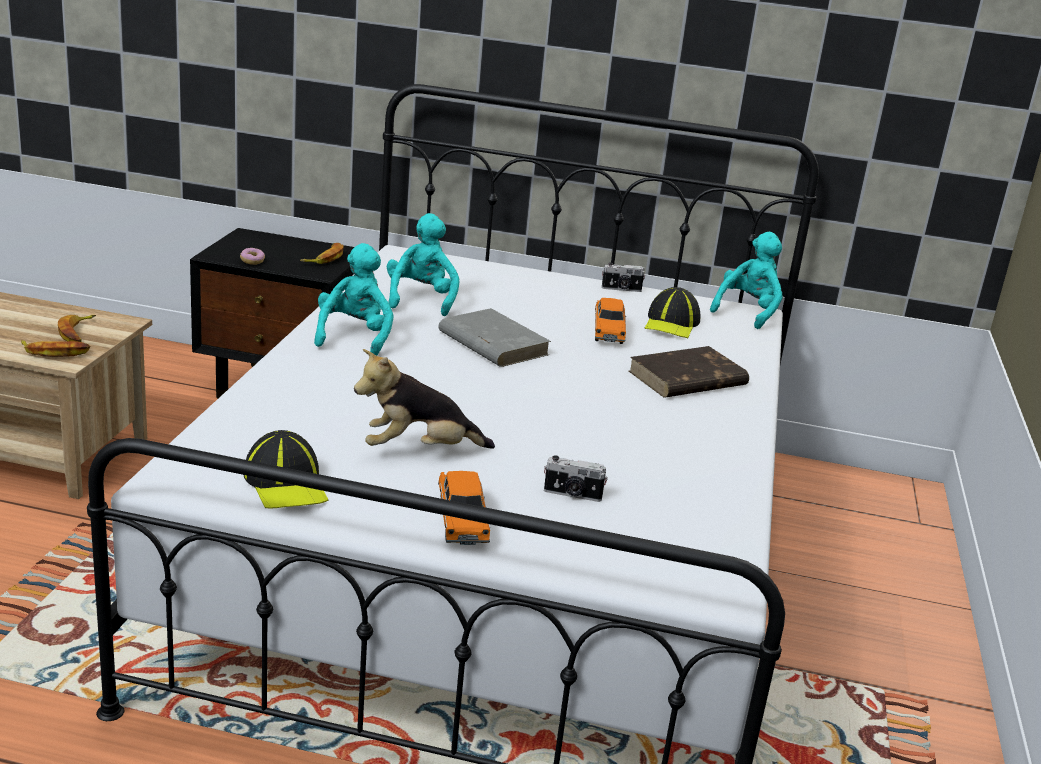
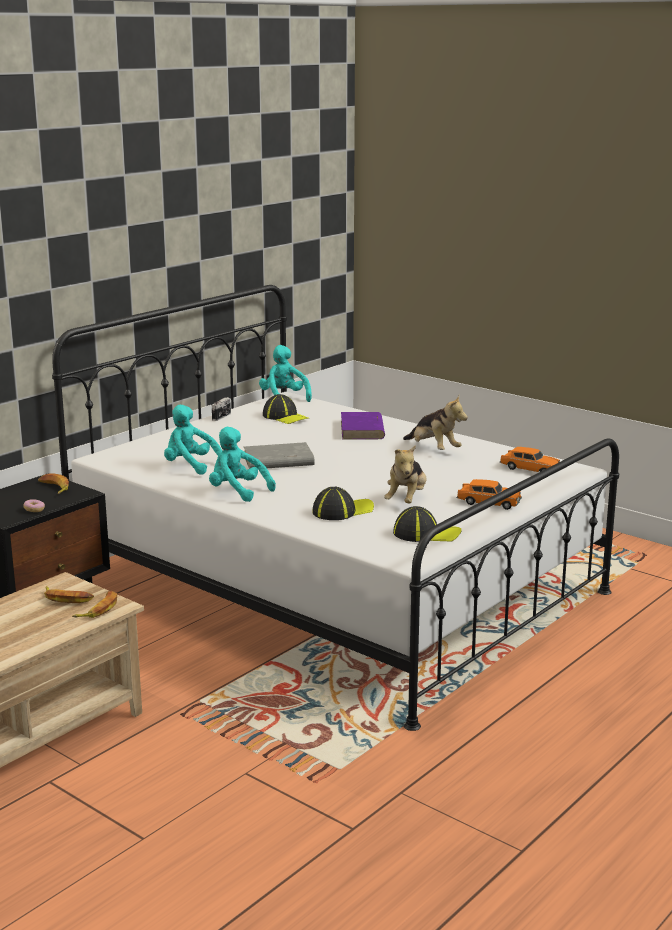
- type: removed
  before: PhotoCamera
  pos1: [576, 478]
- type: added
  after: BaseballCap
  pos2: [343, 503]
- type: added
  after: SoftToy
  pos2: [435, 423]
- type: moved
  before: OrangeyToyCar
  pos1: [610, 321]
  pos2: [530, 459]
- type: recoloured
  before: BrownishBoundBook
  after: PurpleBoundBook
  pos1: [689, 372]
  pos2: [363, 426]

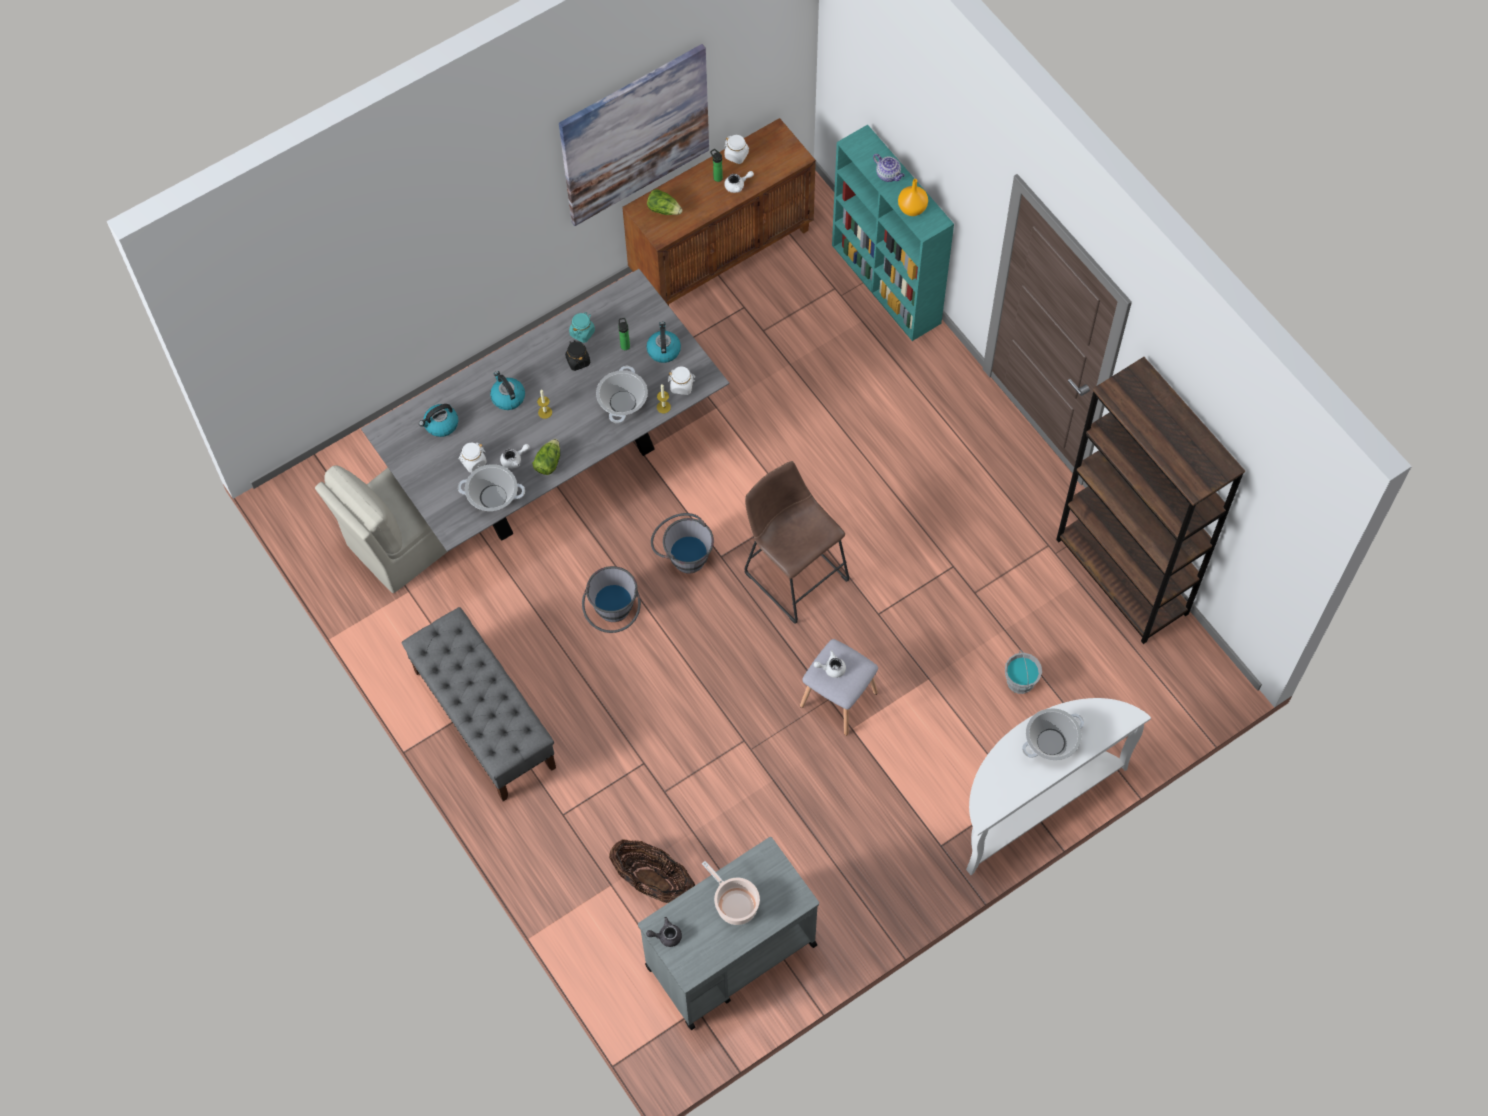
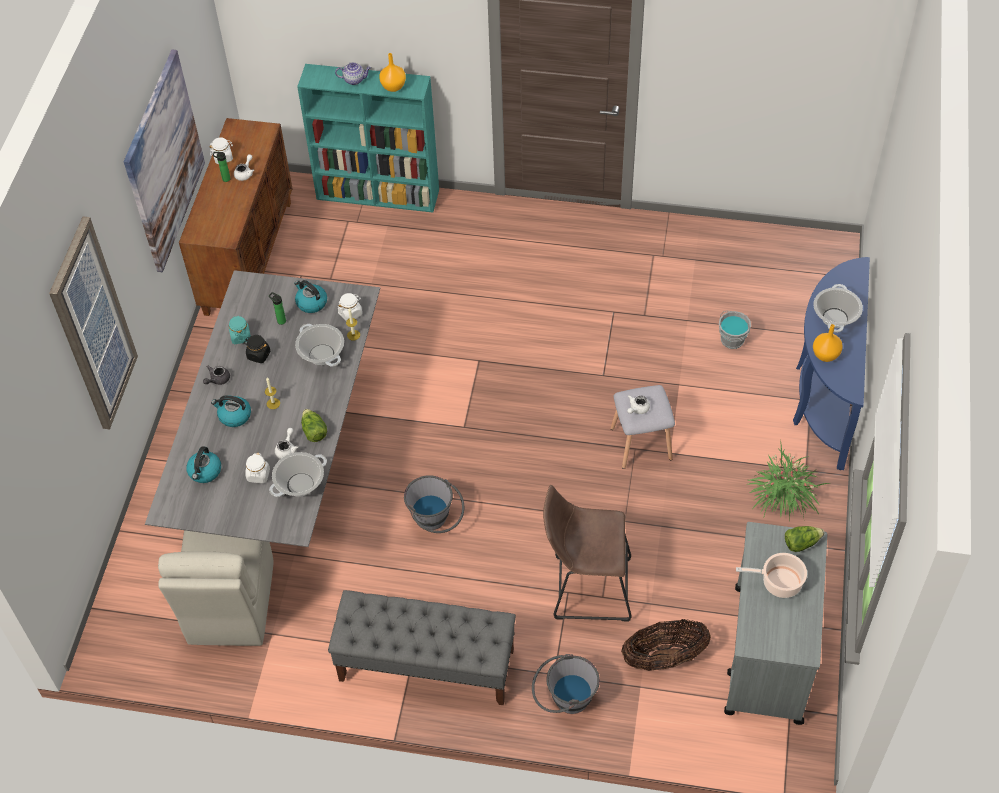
- type: removed
  before: BrownishShelvingUnit
  pos1: [1150, 500]
- type: added
  after: WallArt
  pos2: [93, 322]
- type: added
  after: PlantInAPot
  pos2: [788, 481]
- type: added
  after: OrangeyVase
  pos2: [828, 343]
- type: moved
  before: GreyishPotForTea
  pos1: [664, 932]
  pos2: [216, 375]
- type: moved
  before: Lettuce
  pos1: [664, 202]
  pos2: [804, 539]
- type: moved
  before: GreyishWaterBucket
  pos1: [682, 543]
  pos2: [566, 684]
- type: moved
  before: BrownishStoolSeat
  pos1: [797, 542]
  pos2: [587, 553]
- type: recoloured
  before: WhitishHallTable
  after: BlueColouredHallTable
  pos1: [1058, 786]
  pos2: [831, 363]

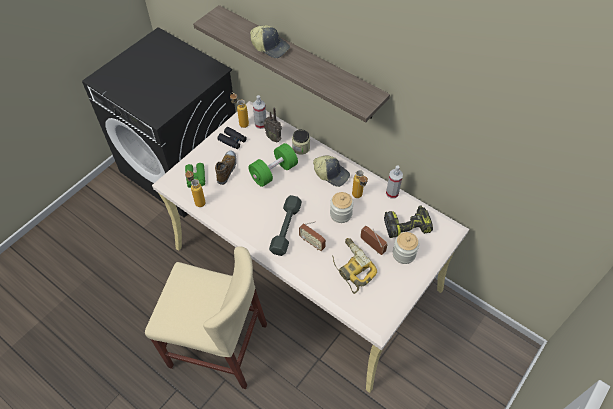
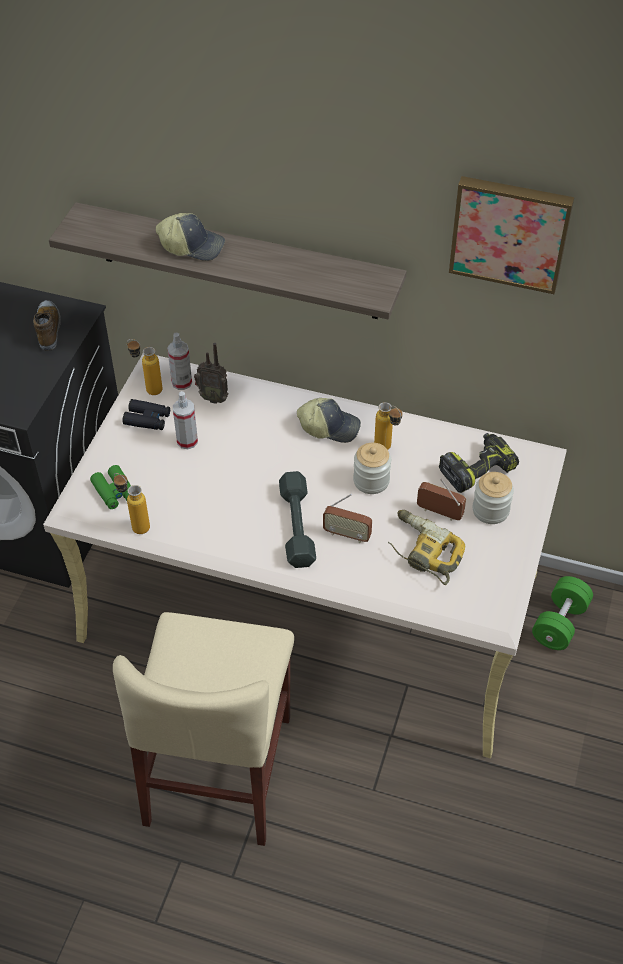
- type: removed
  before: Jar
  pos1: [301, 141]
- type: added
  after: WallArt
  pos2: [511, 235]
- type: moved
  before: Shoe
  pos1: [226, 168]
  pos2: [47, 325]
- type: moved
  before: GreenColouredDumbbell
  pos1: [273, 165]
  pos2: [562, 613]
- type: moved
  before: HandSprayer
  pos1: [394, 182]
  pos2: [185, 420]
- type: turned
  before: SandColouredPlainChair
  pos1: [206, 317]
  pos2: [203, 729]
  turn: 105

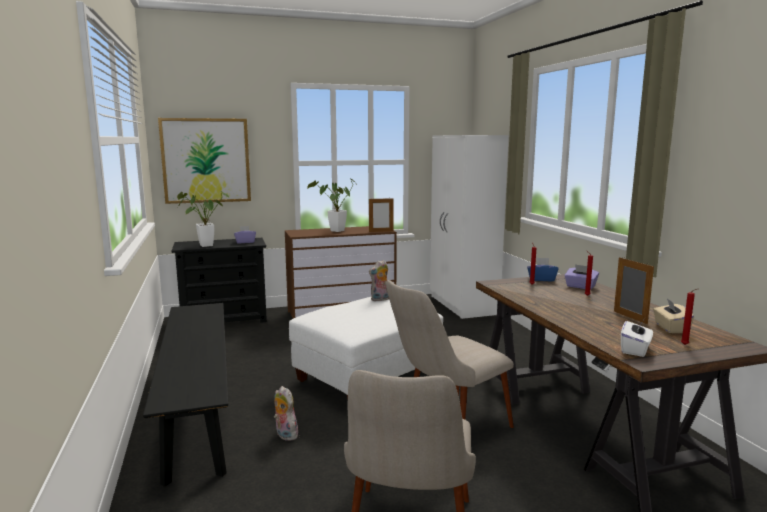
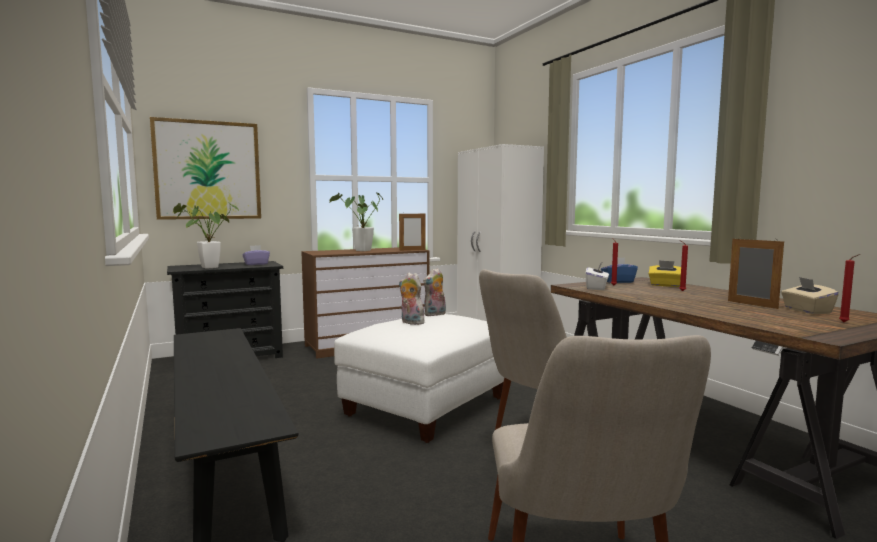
- type: moved
  before: SoftToy
  pos1: [286, 413]
  pos2: [411, 299]
- type: moved
  before: WhitishBoxOfTissues
  pos1: [637, 337]
  pos2: [597, 276]
- type: recoloured
  before: PurpleBoxOfTissues
  after: YellowBoxOfTissues
  pos1: [581, 277]
  pos2: [664, 273]

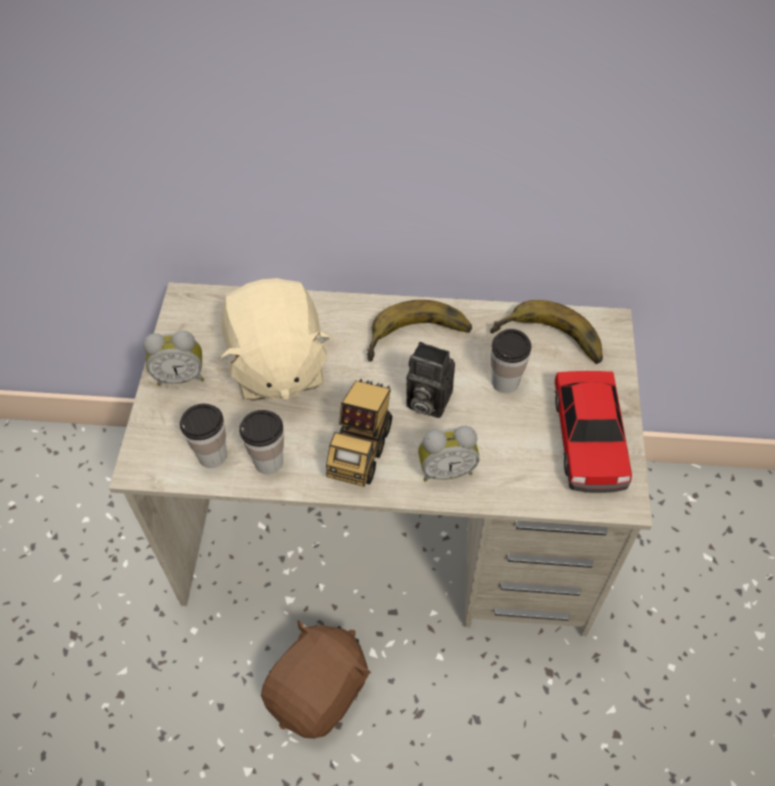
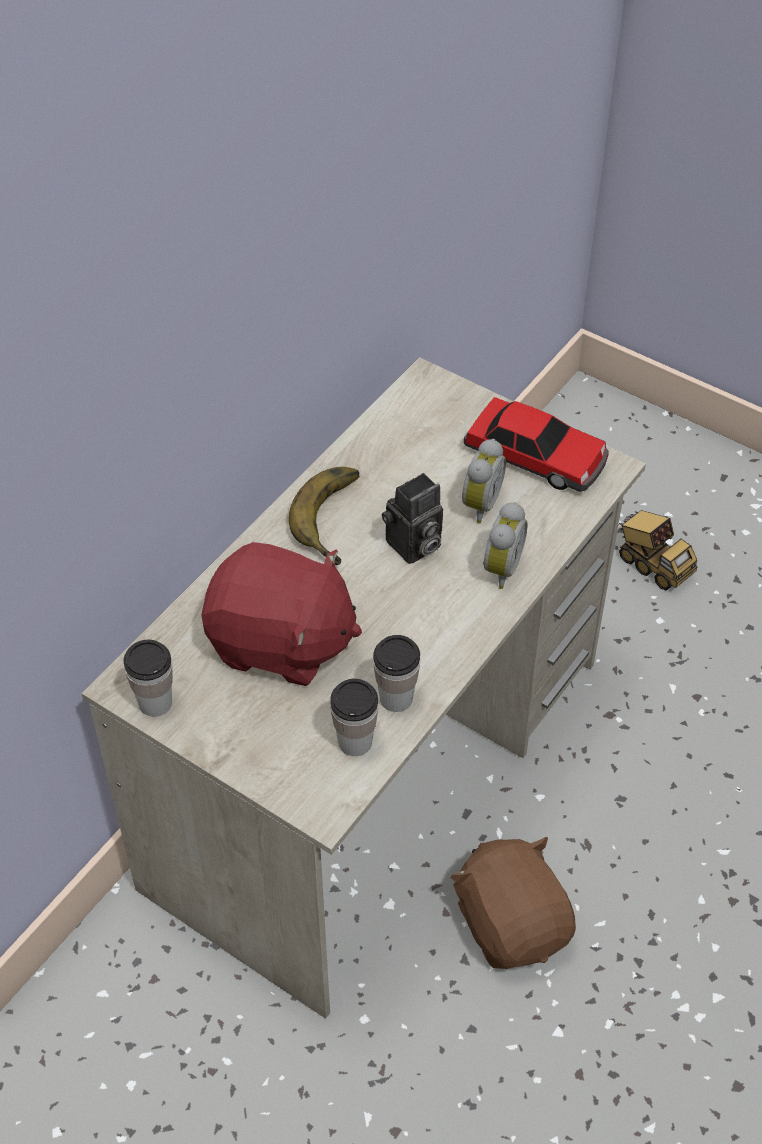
- type: removed
  before: WholeBanana
  pos1: [546, 332]
- type: moved
  before: TableClock
  pos1: [173, 358]
  pos2: [484, 481]
- type: moved
  before: ToyLorry
  pos1: [359, 433]
  pos2: [658, 550]
- type: moved
  before: SmallCup
  pos1: [511, 361]
  pos2: [148, 678]
- type: recoloured
  before: SandColouredSoftToy
  after: RedColouredSoftToy
  pos1: [275, 339]
  pos2: [281, 614]

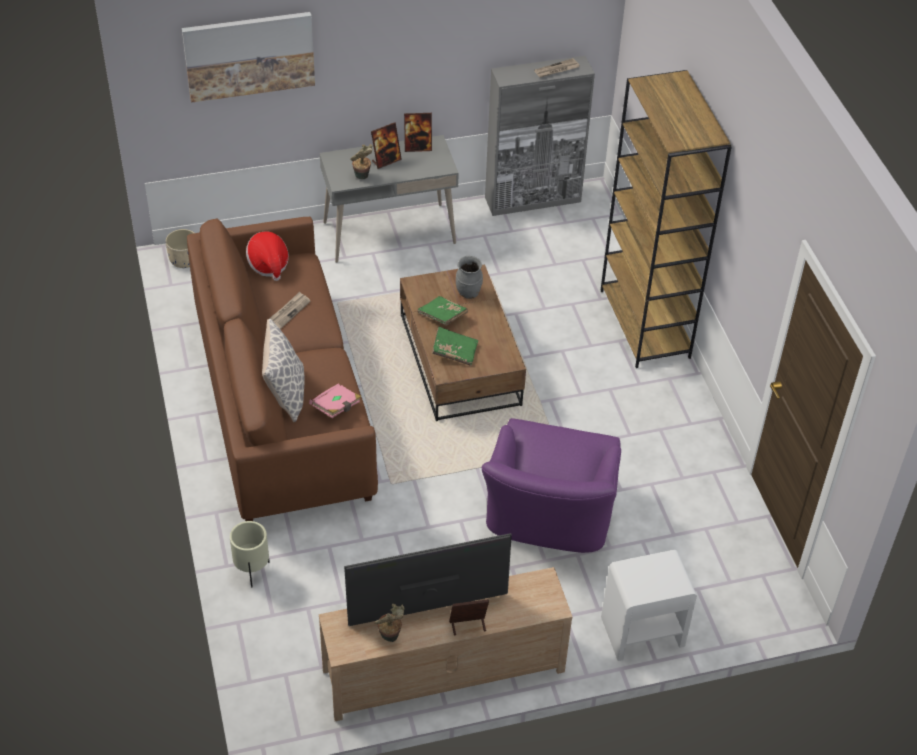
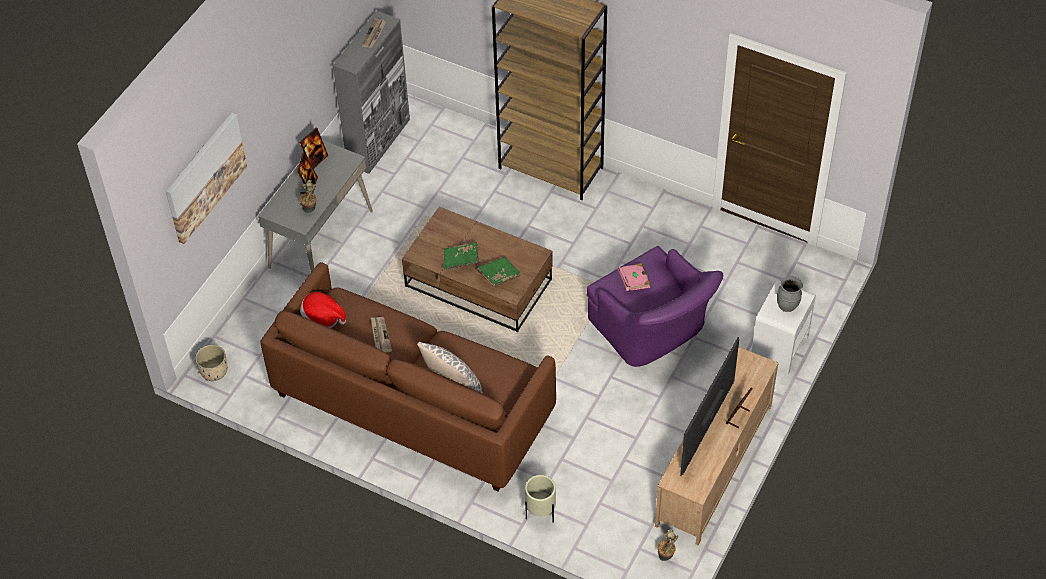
- type: moved
  before: PinkColouredBoundBook
  pos1: [335, 401]
  pos2: [634, 277]
- type: moved
  before: PlantInAPot
  pos1: [389, 623]
  pos2: [667, 545]
- type: moved
  before: GreyishVase
  pos1: [469, 277]
  pos2: [790, 294]

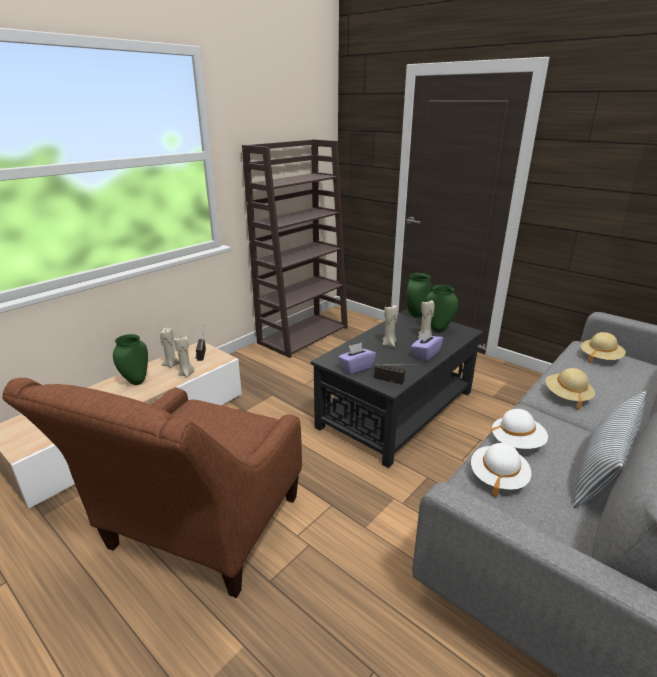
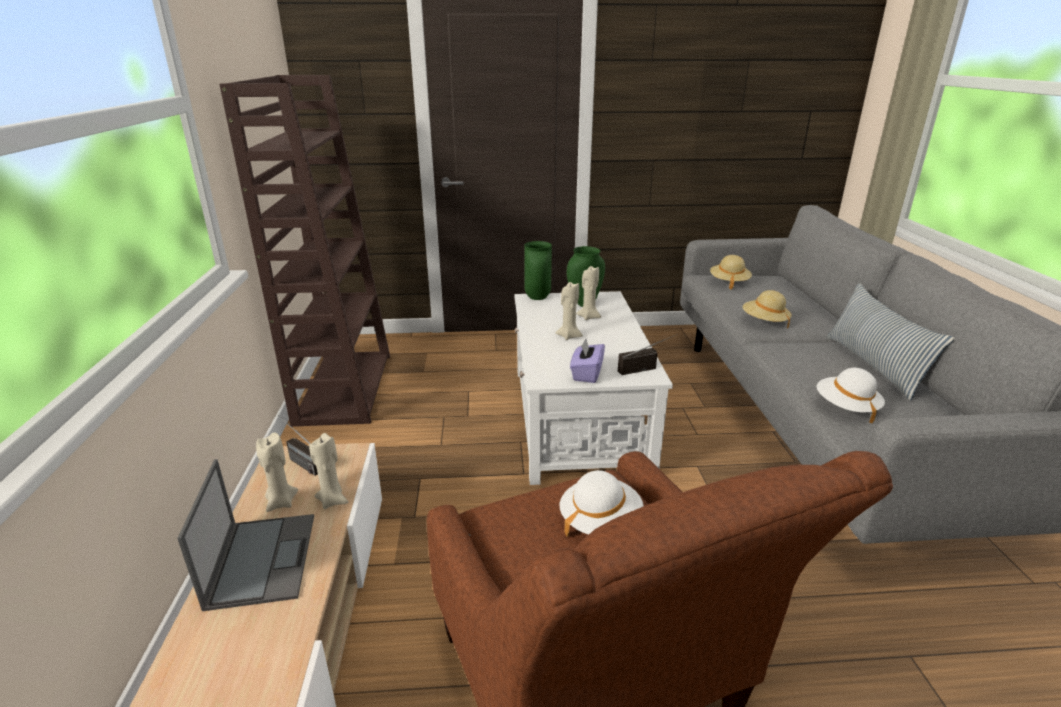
- type: removed
  before: PurpleBoxOfTissues
  pos1: [427, 345]
- type: moved
  before: WhitishClothingHat
  pos1: [519, 429]
  pos2: [602, 503]
- type: replaced
  before: GreenColouredVase
  after: Laptop
  pos1: [130, 359]
  pos2: [245, 535]
- type: recoloured
  before: BlackColouredLoungeTable
  after: WhitishLoungeTable
  pos1: [397, 388]
  pos2: [593, 388]

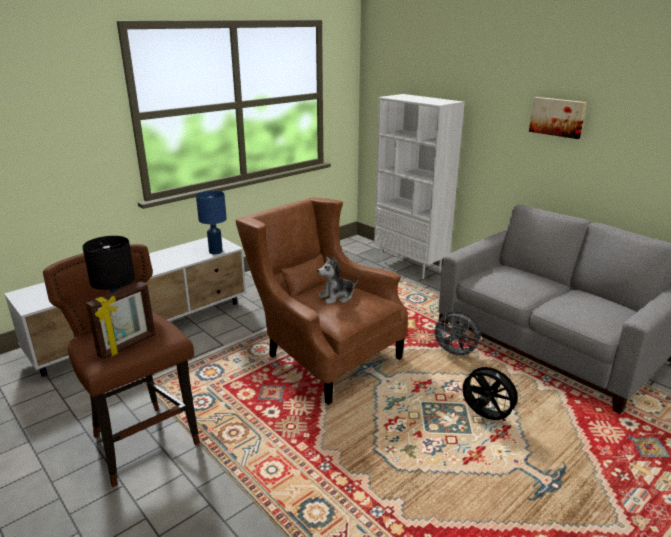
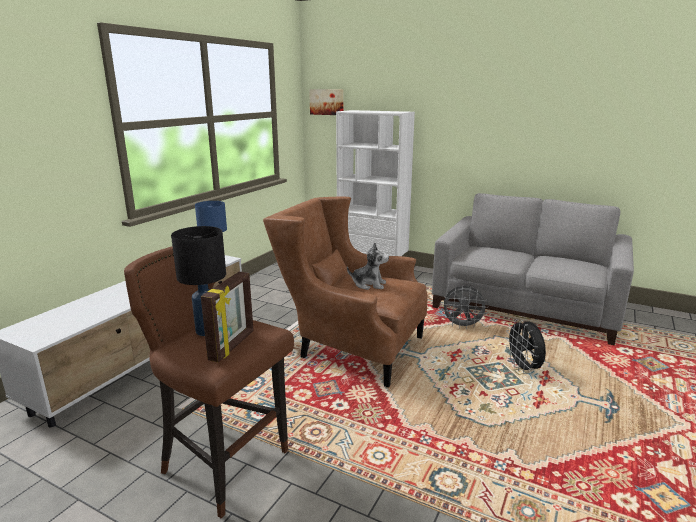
- type: moved
  before: WallArt
  pos1: [558, 118]
  pos2: [326, 102]
- type: turned
  before: SoftToy
  pos1: [337, 280]
  pos2: [368, 266]
  turn: -120
- type: turned
  before: BlackColouredElectricFan
  pos1: [492, 391]
  pos2: [526, 346]
  turn: -120

